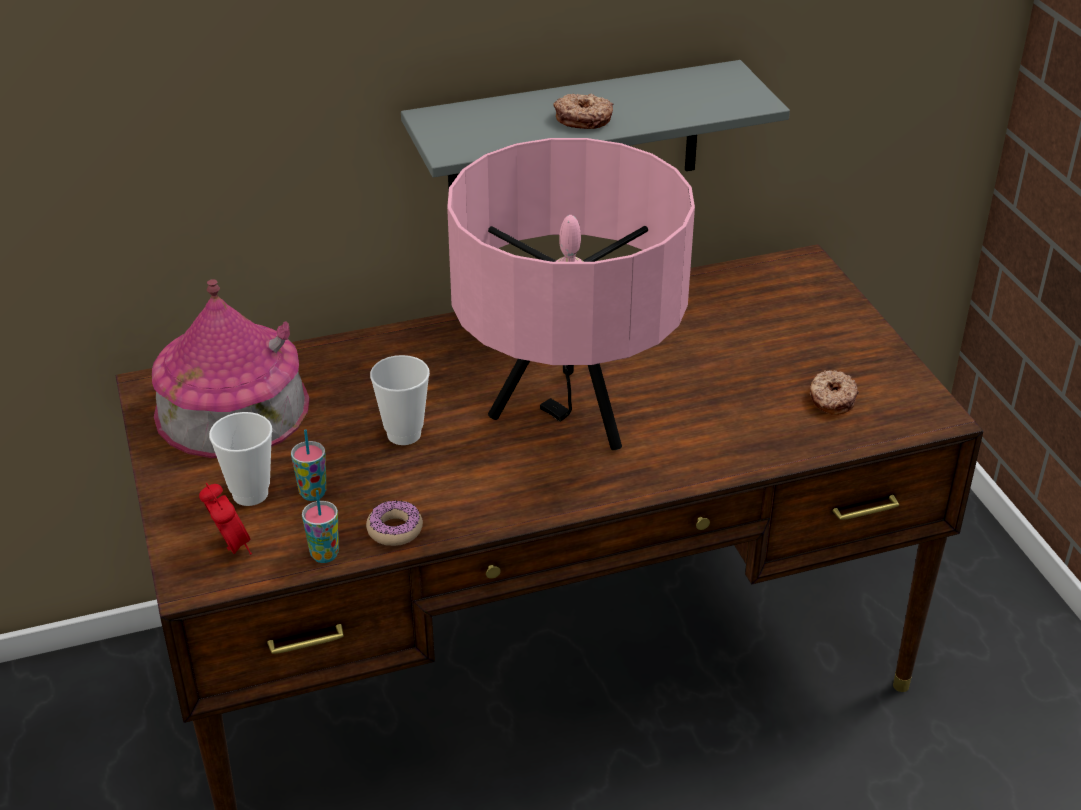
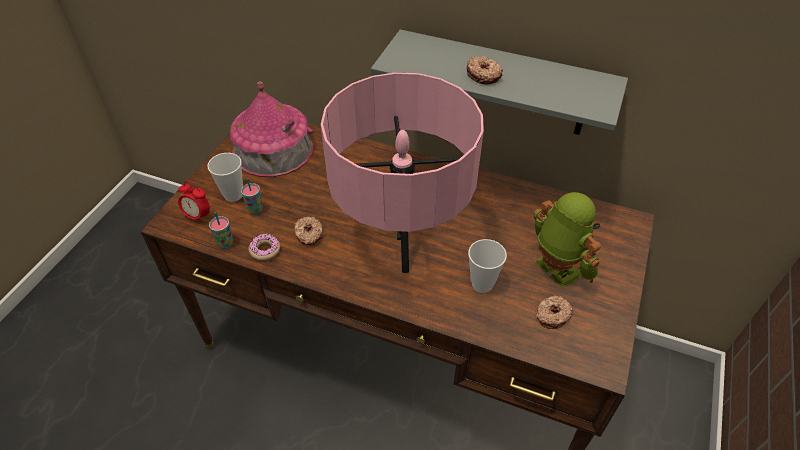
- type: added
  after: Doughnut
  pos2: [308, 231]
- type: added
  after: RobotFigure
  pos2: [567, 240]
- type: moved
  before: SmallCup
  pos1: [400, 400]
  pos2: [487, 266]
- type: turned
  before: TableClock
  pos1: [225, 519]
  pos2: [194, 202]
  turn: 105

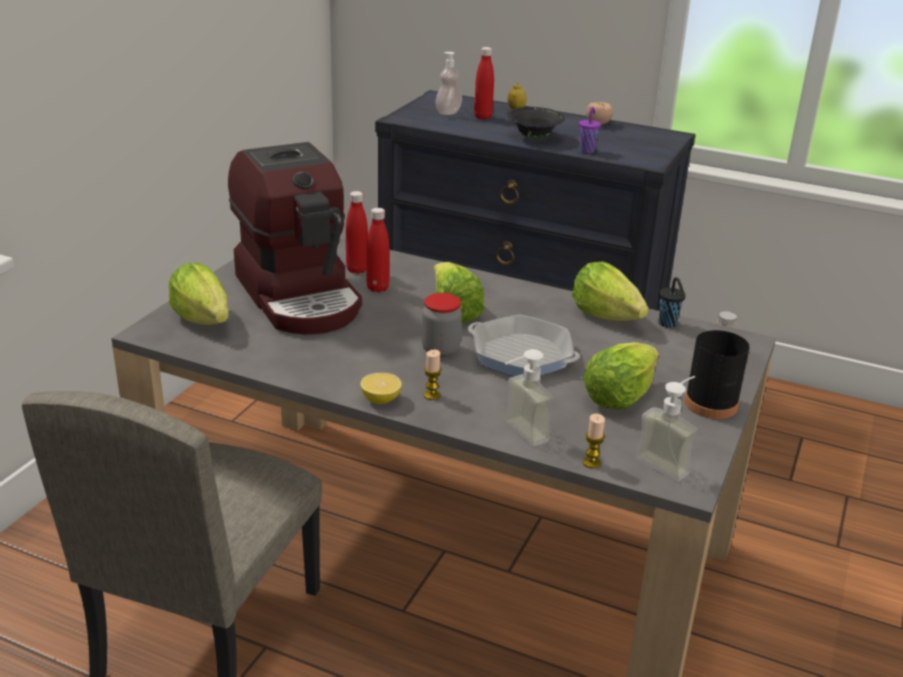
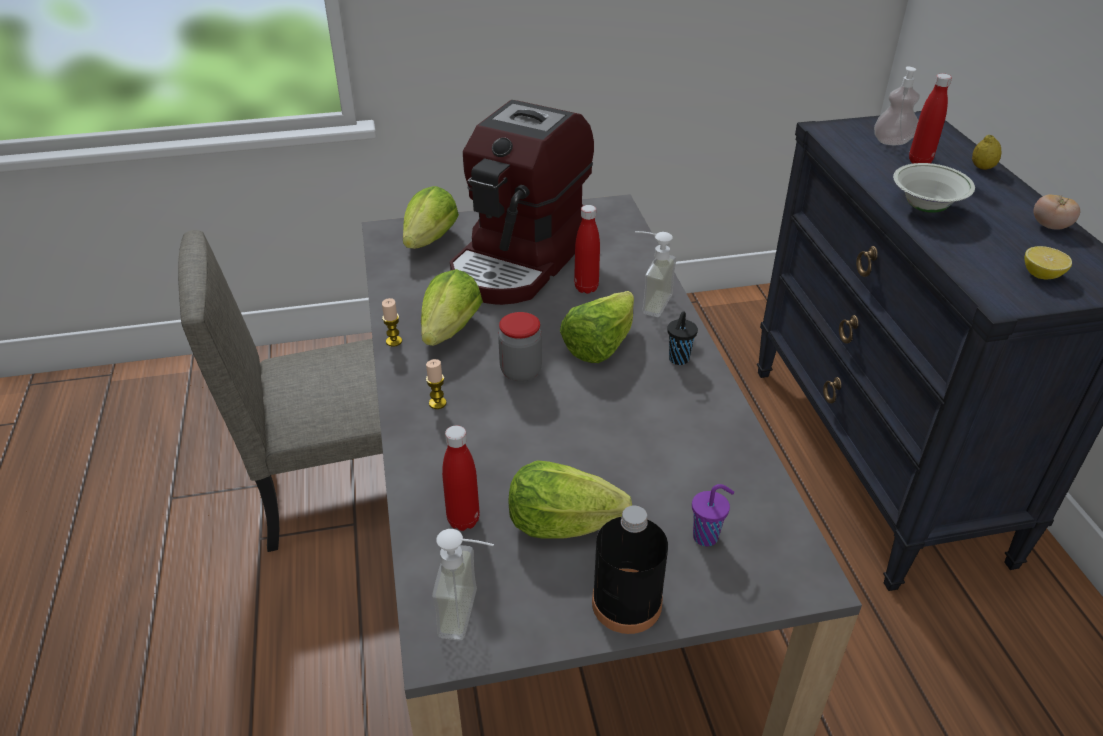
- type: removed
  before: Pan
  pos1: [524, 346]
- type: moved
  before: RedColouredBeverageBottle
  pos1: [357, 232]
  pos2: [461, 478]
- type: moved
  before: Lemon
  pos1: [381, 388]
  pos2: [1048, 262]
- type: moved
  before: SoapBottle
  pos1: [529, 397]
  pos2: [655, 274]
- type: moved
  before: Lettuce
  pos1: [610, 291]
  pos2: [452, 307]
- type: moved
  before: PurpleSmallCup
  pos1: [590, 130]
  pos2: [713, 515]
- type: moved
  before: WaxCandle
  pos1: [594, 441]
  pos2: [392, 322]
- type: moved
  before: BlackColouredSmallCup
  pos1: [672, 302]
  pos2: [682, 338]
- type: recoloured
  before: BlackColouredBowl
  after: WhitishBowl
  pos1: [536, 123]
  pos2: [934, 188]

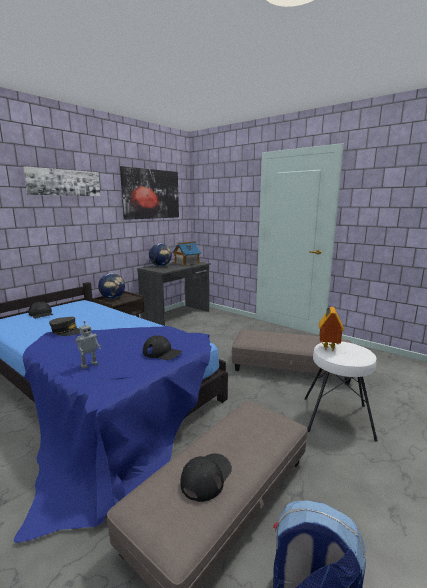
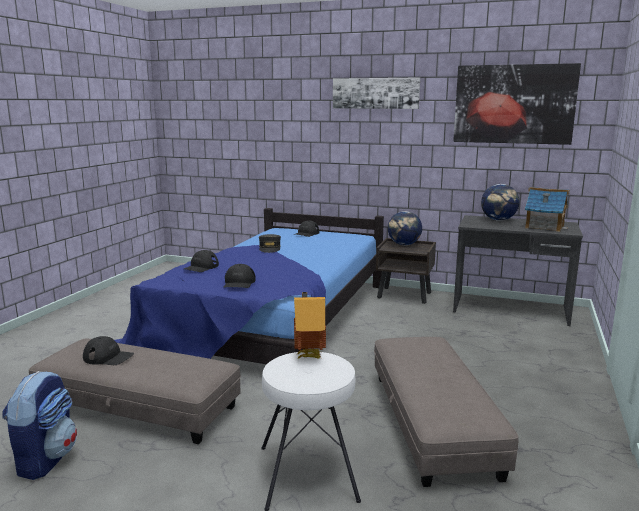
- type: replaced
  before: RobotFigure
  after: BlackColouredBaseballCap
  pos1: [88, 345]
  pos2: [201, 261]

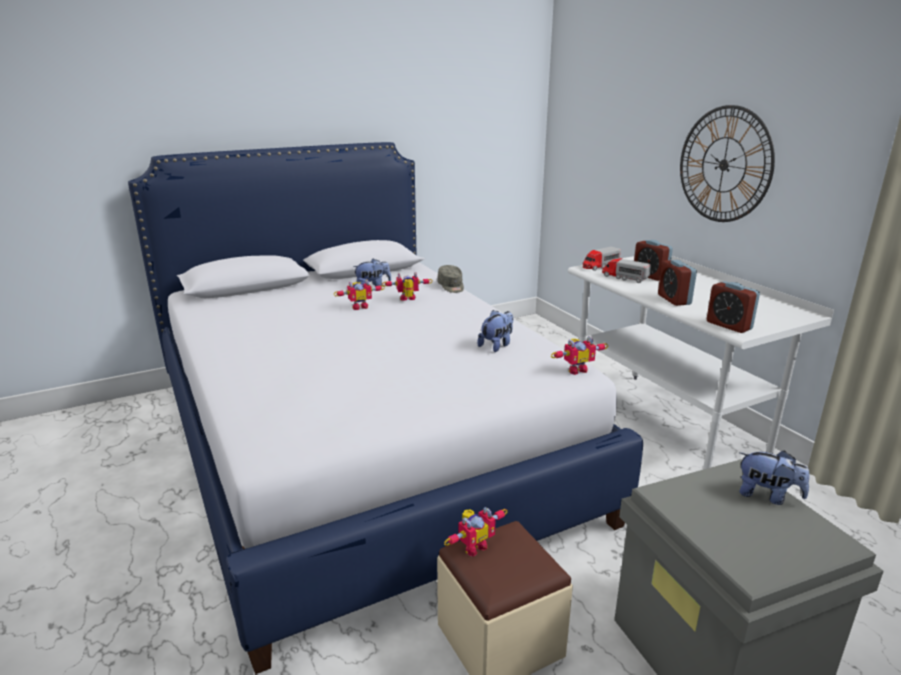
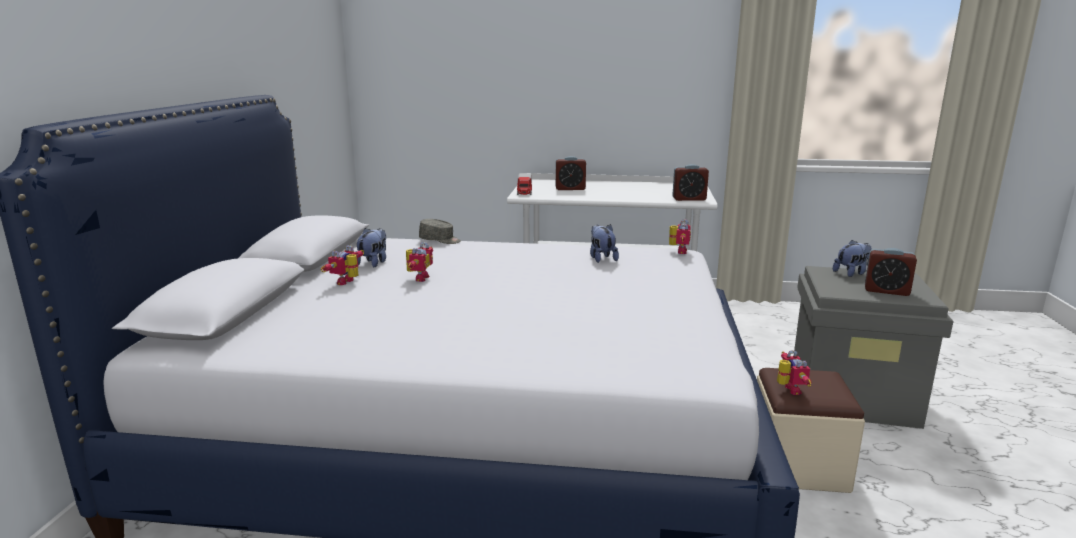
- type: removed
  before: ToyLorry
  pos1: [626, 270]
- type: removed
  before: HangingClock
  pos1: [727, 163]
- type: moved
  before: RobotFigure
  pos1: [407, 286]
  pos2: [342, 265]
- type: moved
  before: TableClock
  pos1: [677, 283]
  pos2: [891, 272]

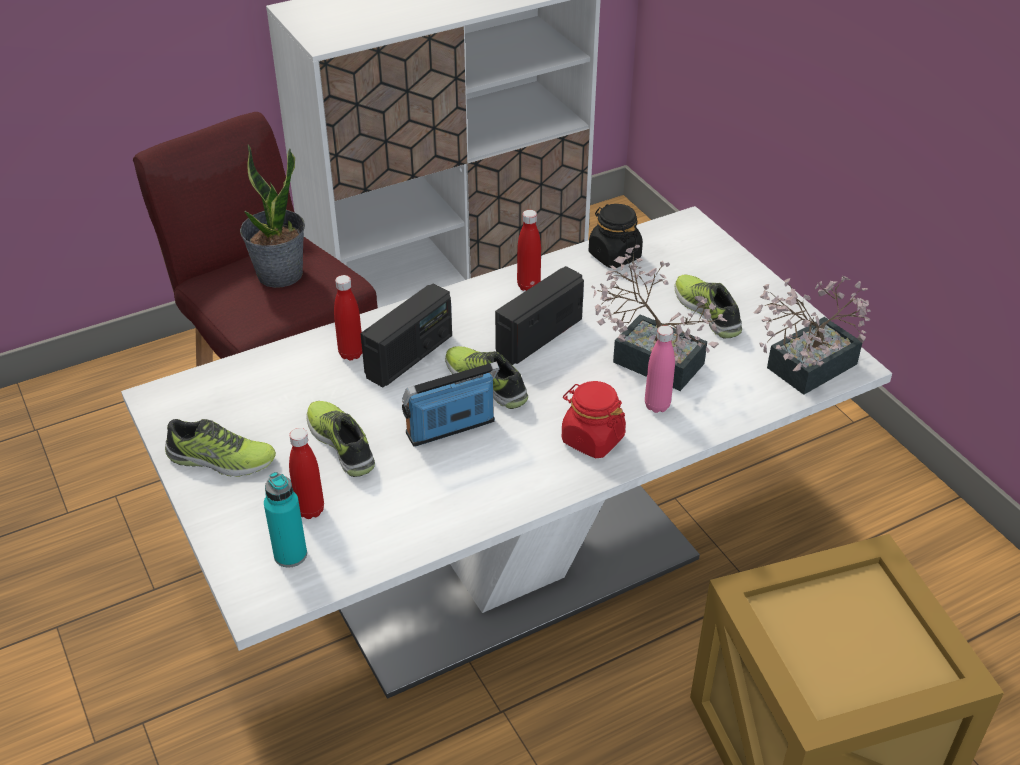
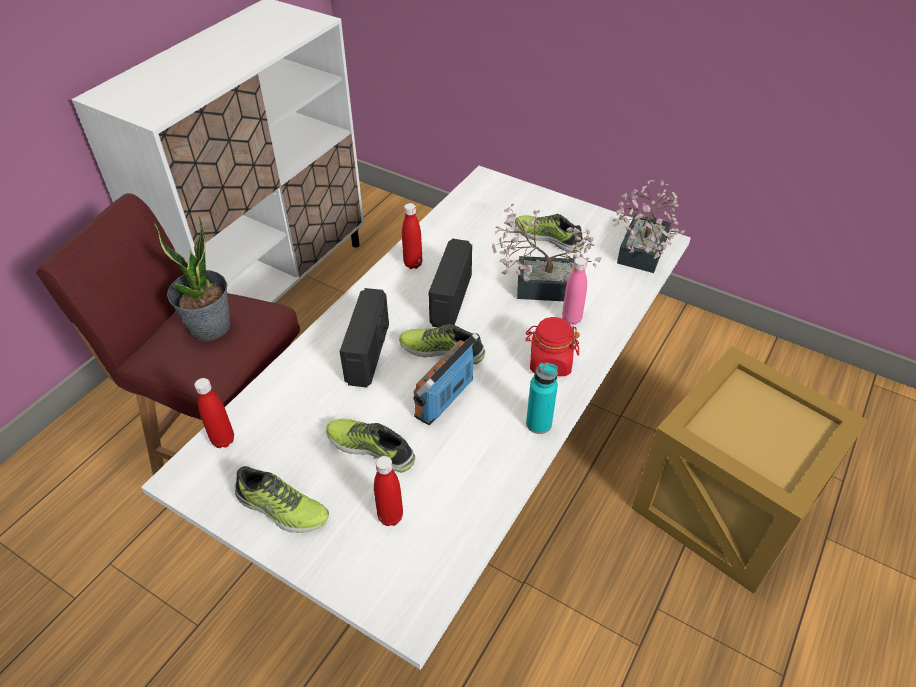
- type: removed
  before: BlackColouredJar
  pos1: [615, 236]
- type: moved
  before: TurquoiseBeverageBottle
  pos1: [285, 520]
  pos2: [542, 398]
- type: moved
  before: RedColouredBeverageBottle
  pos1: [348, 317]
  pos2: [214, 413]
- type: turned
  before: Shoe
  pos1: [220, 448]
  pos2: [282, 499]
  turn: 45

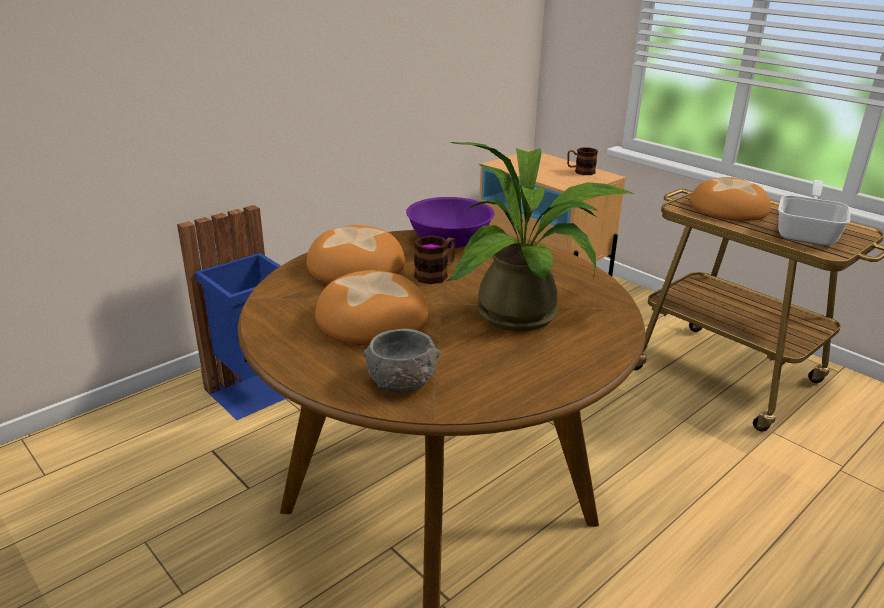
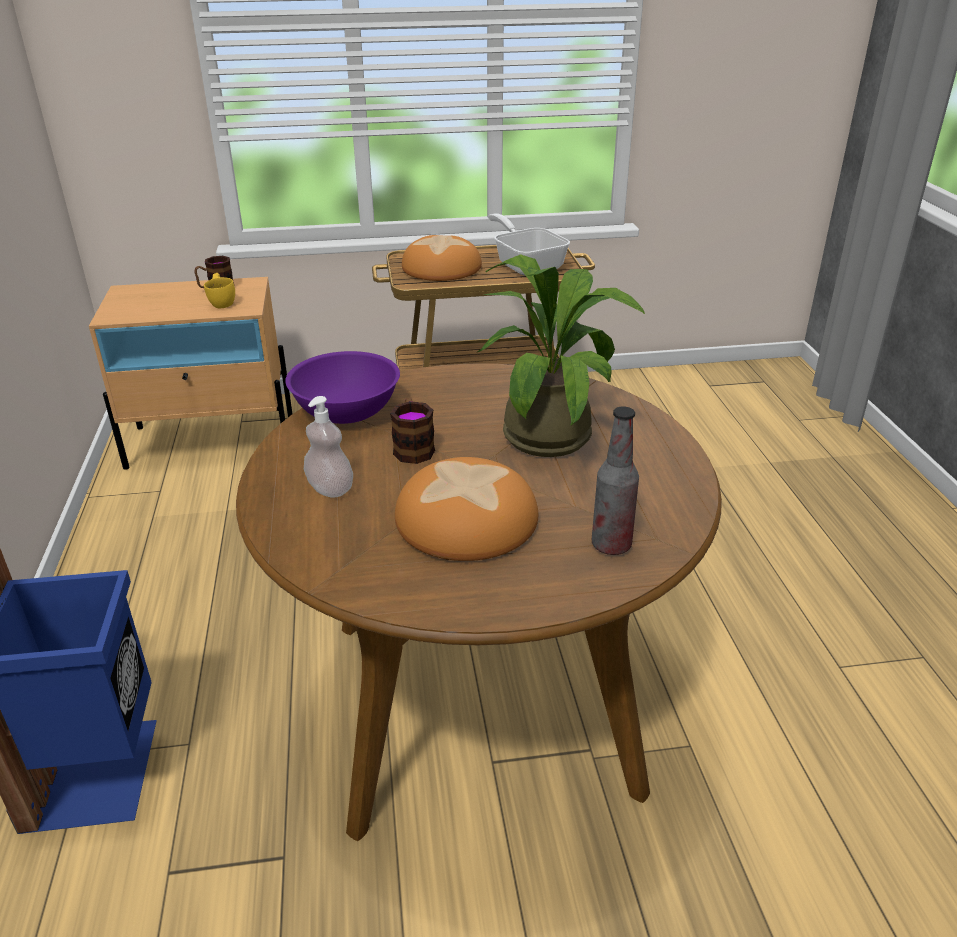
- type: added
  after: YellowSmallCup
  pos2: [219, 290]
- type: replaced
  before: BakeryBread
  after: SoapBottle
  pos1: [355, 254]
  pos2: [328, 446]
- type: replaced
  before: GreyishBowl
  after: BeverageBottle
  pos1: [401, 361]
  pos2: [615, 481]

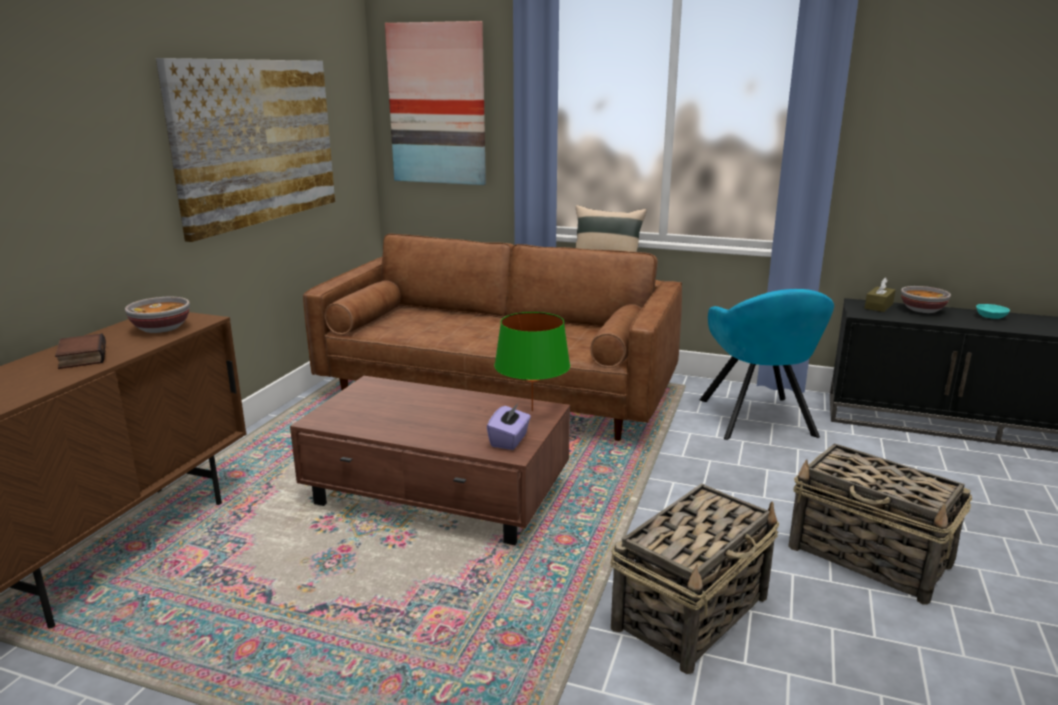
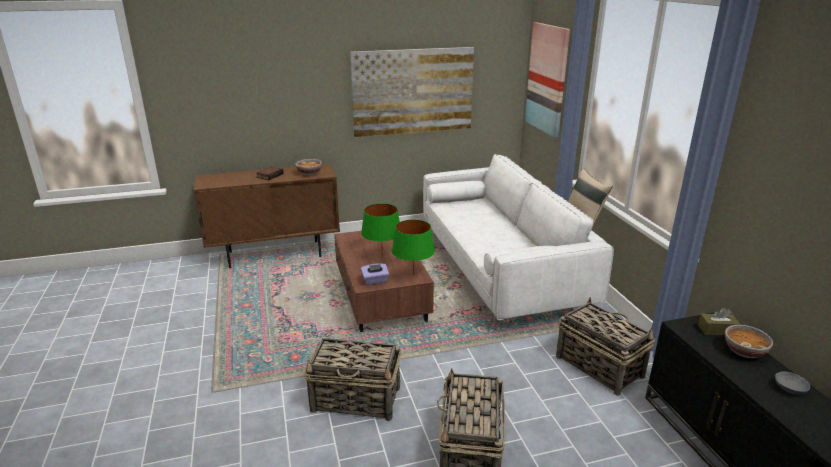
- type: added
  after: GreenColouredTableLamp
  pos2: [380, 224]
- type: replaced
  before: TurquoiseEasyChair
  after: Basket
  pos1: [767, 364]
  pos2: [605, 346]
- type: recoloured
  before: BrownishCouch
  after: WhitishCouch
  pos1: [492, 337]
  pos2: [518, 239]
- type: recoloured
  before: TurquoiseBowl
  after: GreyishBowl
  pos1: [993, 311]
  pos2: [792, 382]

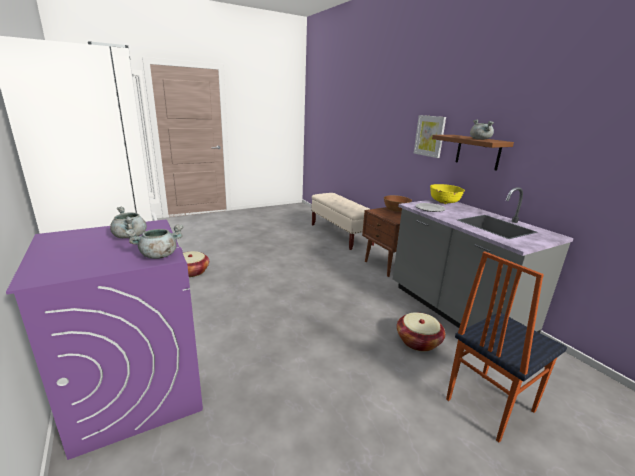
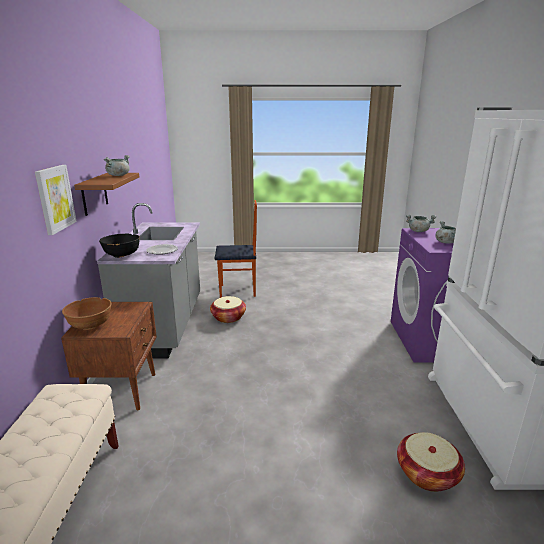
- type: recoloured
  before: YellowBowl
  after: BlackColouredBowl
  pos1: [447, 194]
  pos2: [119, 246]

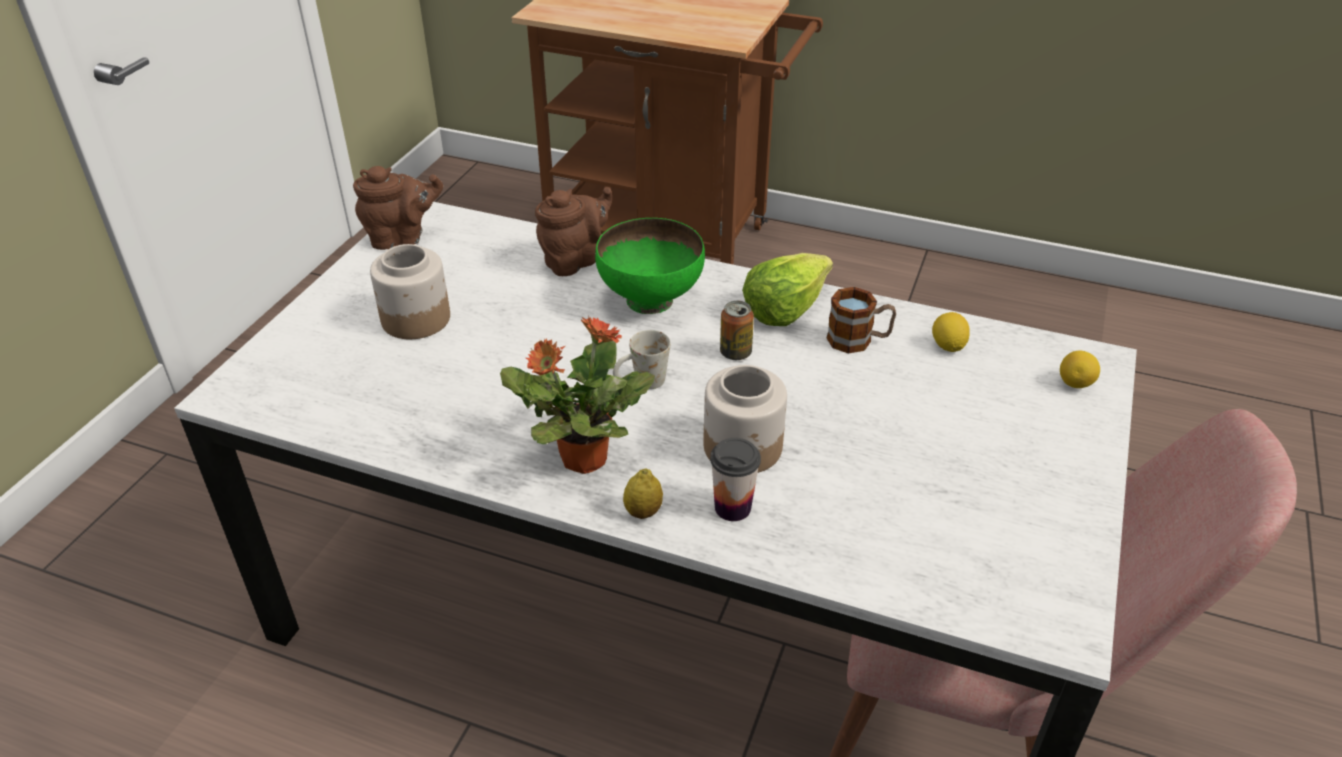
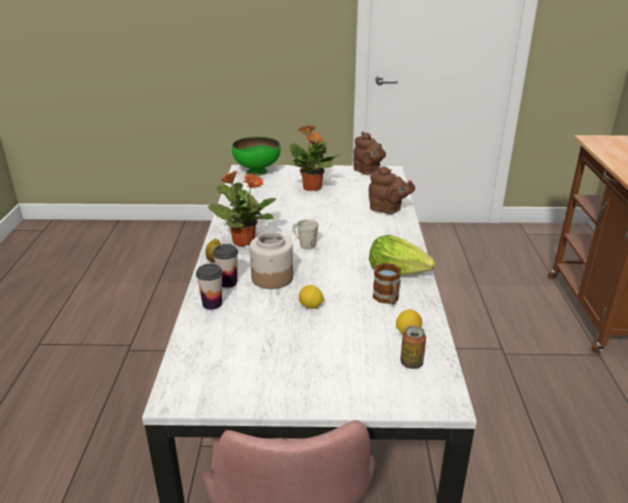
- type: added
  after: SmallCup
  pos2: [209, 287]
- type: moved
  before: GreenColouredBowl
  pos1: [650, 266]
  pos2: [256, 156]
- type: moved
  before: MetalCan
  pos1: [737, 330]
  pos2: [413, 347]
- type: moved
  before: Lemon
  pos1: [1080, 369]
  pos2: [311, 297]
- type: replaced
  before: Jar
  after: PlantInAPot
  pos1: [410, 291]
  pos2: [315, 158]

